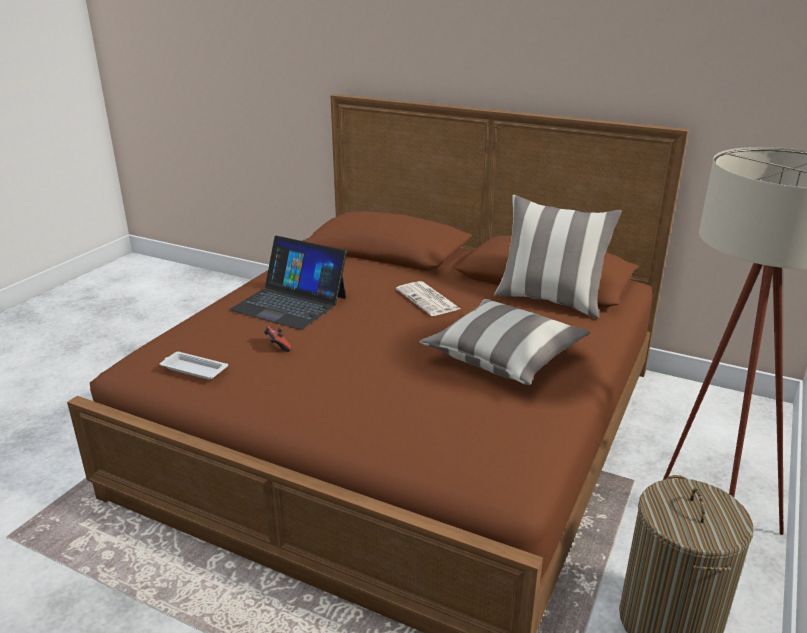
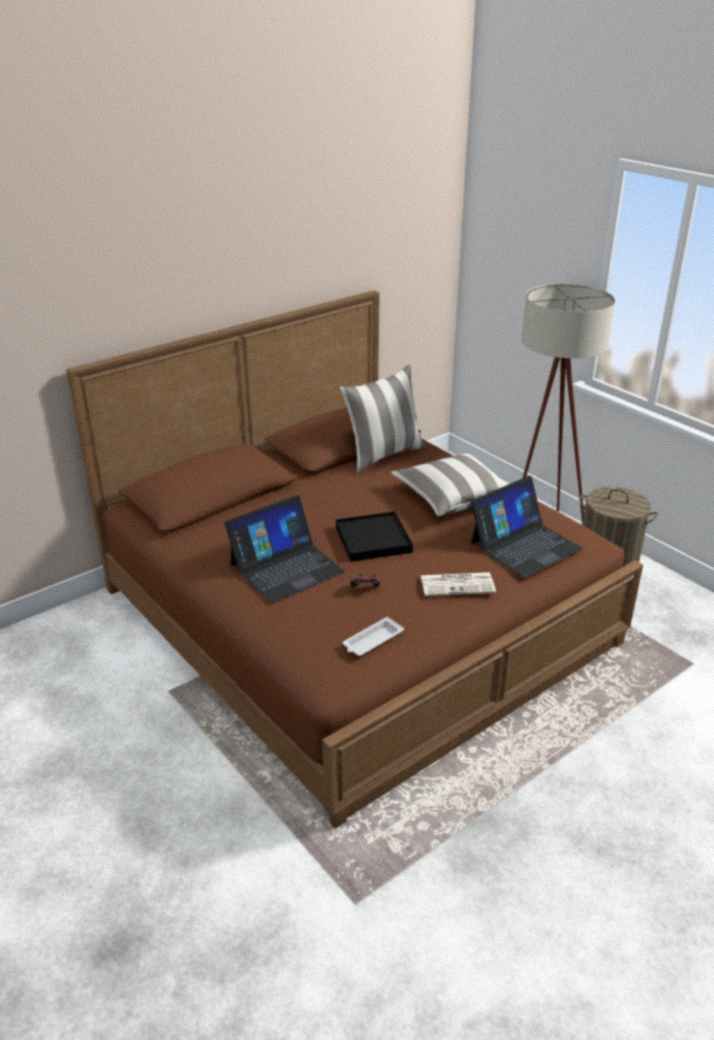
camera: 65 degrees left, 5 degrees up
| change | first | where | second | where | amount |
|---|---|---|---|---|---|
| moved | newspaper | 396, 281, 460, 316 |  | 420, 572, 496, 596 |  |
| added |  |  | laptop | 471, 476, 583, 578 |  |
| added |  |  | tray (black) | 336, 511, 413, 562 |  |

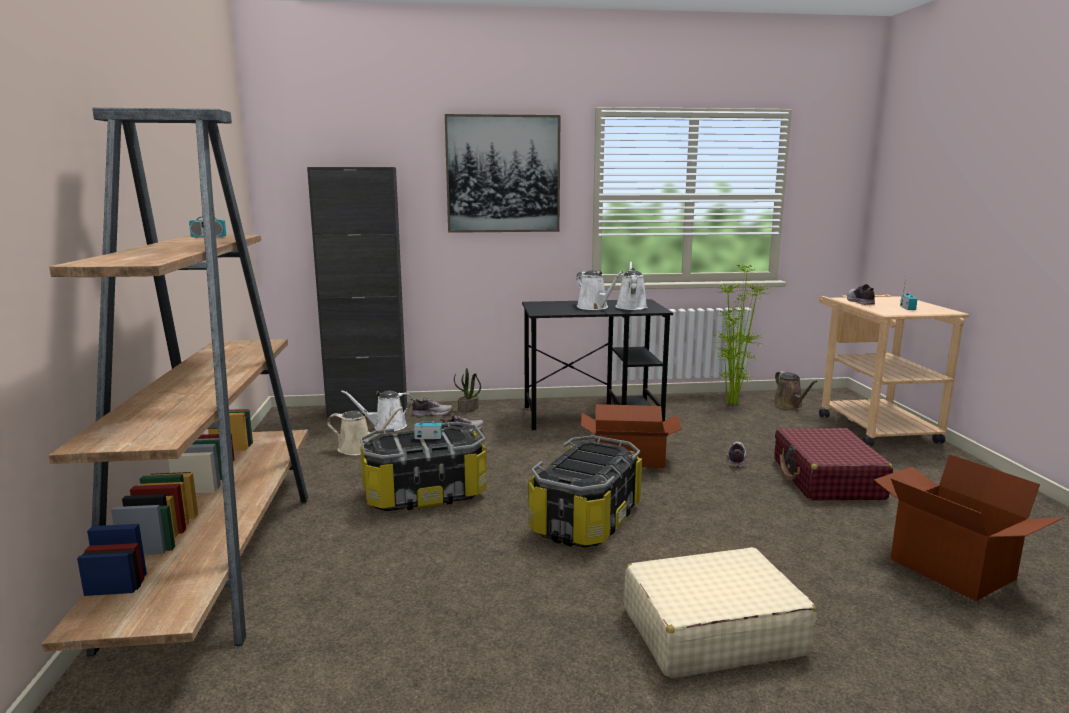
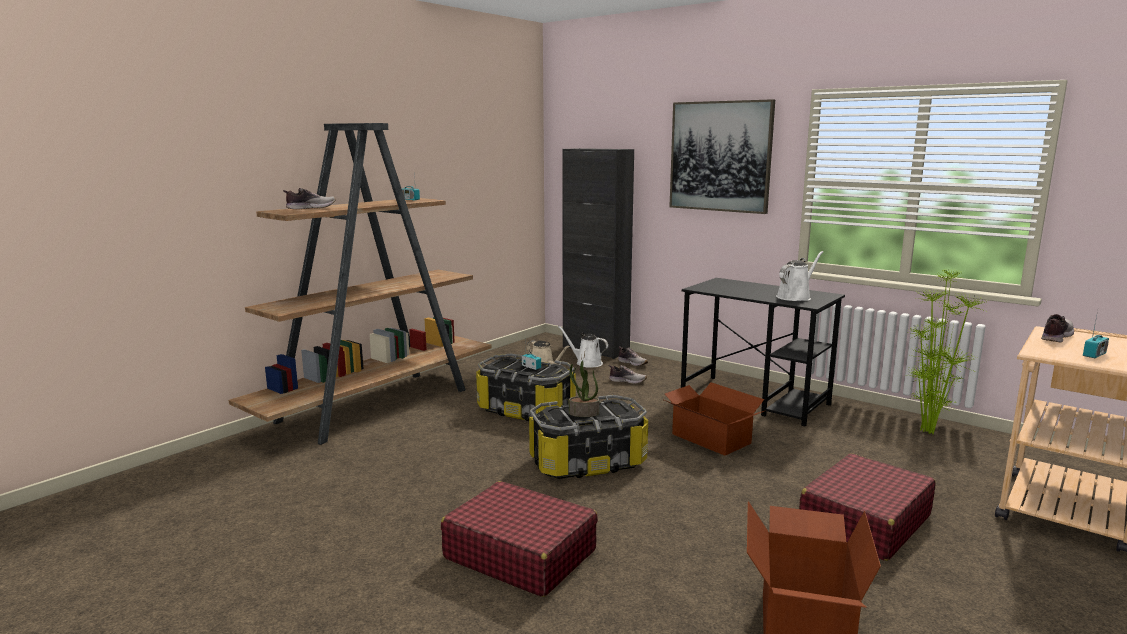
camera: 45 degrees right, 0 degrees up
| change | first | where | second | where | amount |
|---|---|---|---|---|---|
| removed | watering can (white) | 576, 270, 624, 310 |  |  |  |
| moved | potted plant | 454, 368, 481, 412 |  | 569, 360, 599, 417 |  |
| removed | watering can (brown) | 773, 371, 818, 410 |  |  |  |
| moved | shoe | 727, 442, 746, 468 |  | 283, 188, 335, 209 |  |
| recoloured | suitcase (beige) | 624, 547, 817, 678 | suitcase (red) | 441, 481, 598, 597 |  |

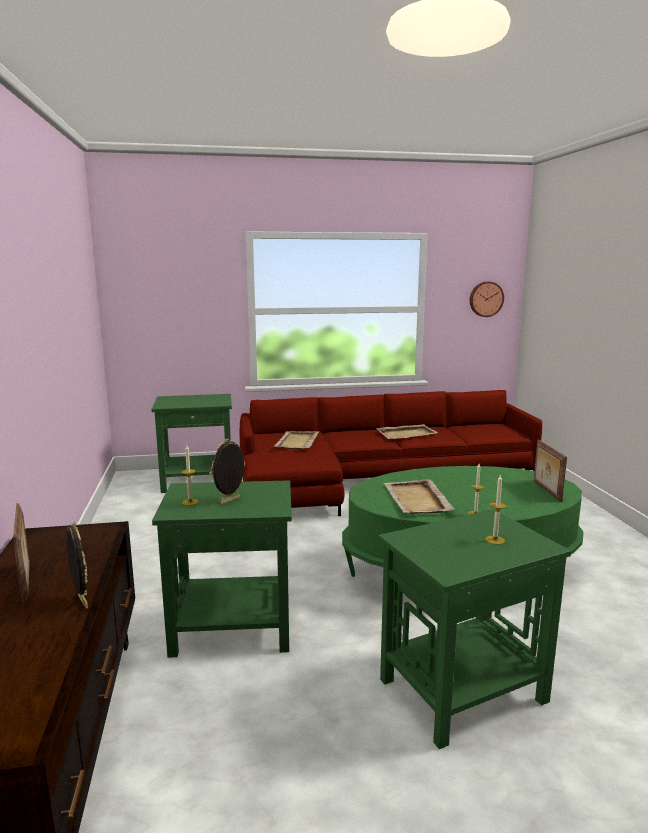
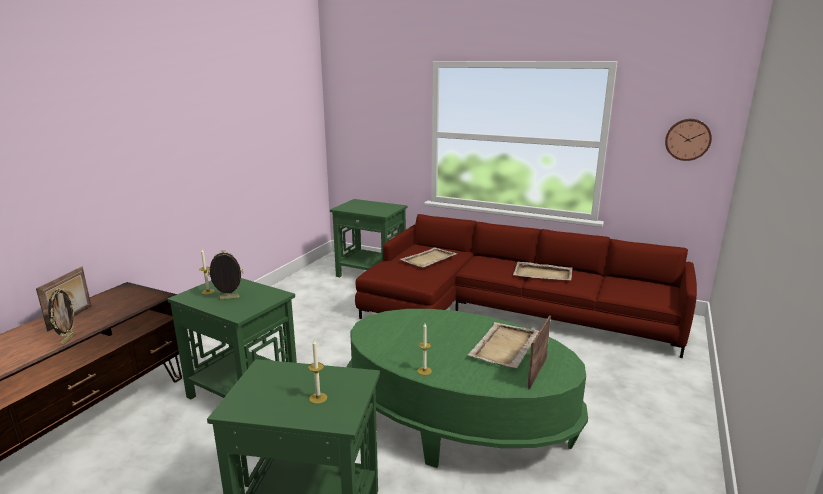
camera: 35 degrees right, 5 degrees up
| change | first | where | second | where | amount |
|---|---|---|---|---|---|
| moved | tray (beige) | 383, 479, 455, 514 |  | 468, 322, 539, 368 |  |

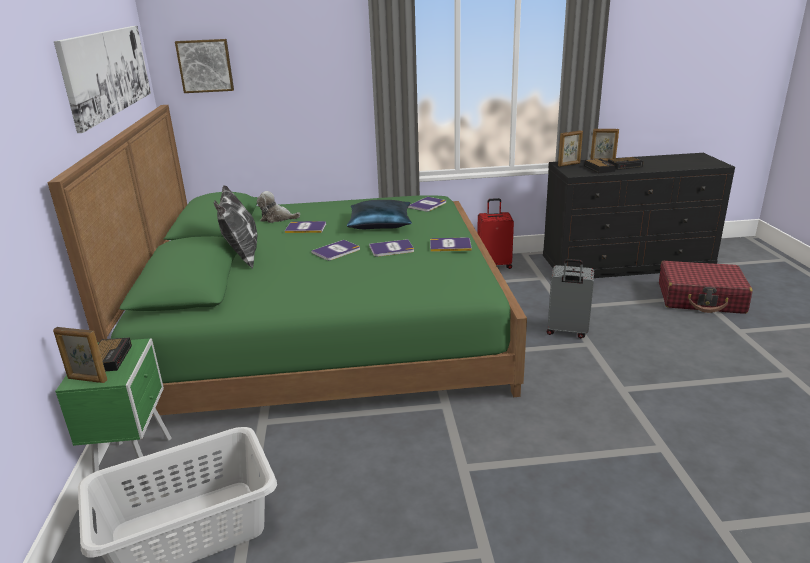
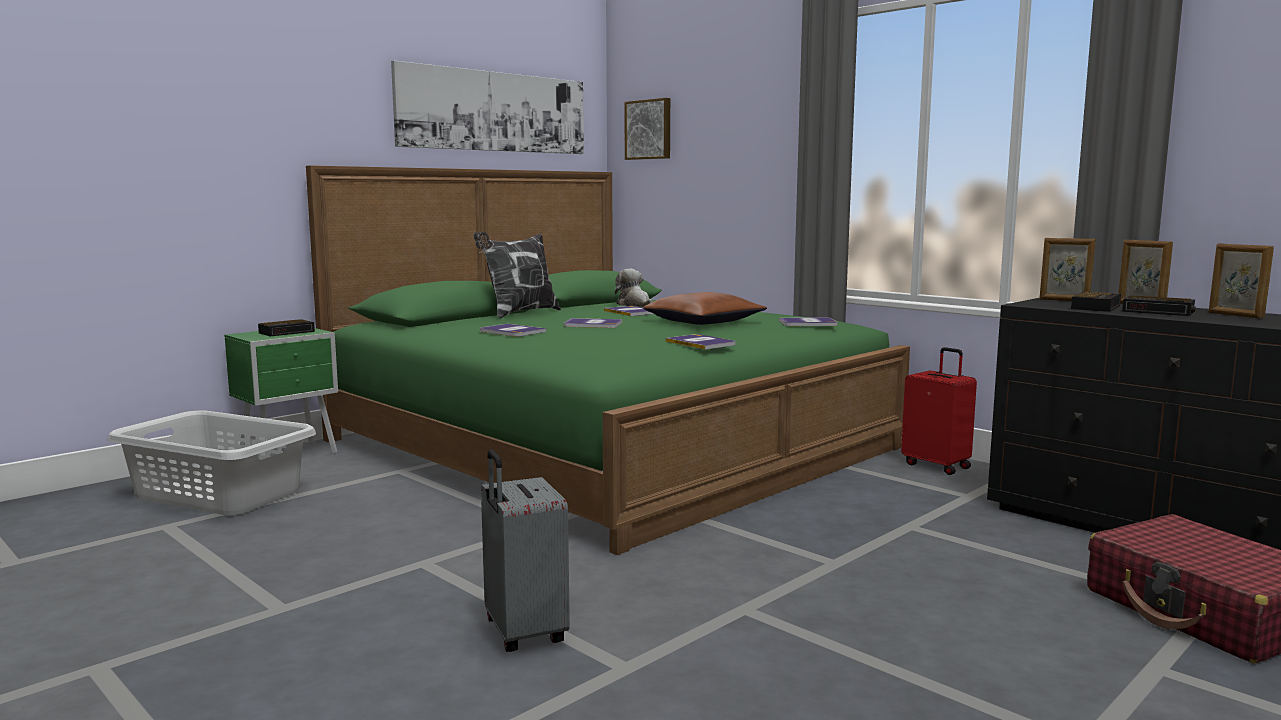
camera: 50 degrees right, 15 degrees down
| change | first | where | second | where | amount |
|---|---|---|---|---|---|
| recoloured | pillow (blue) | 347, 200, 412, 229 | pillow (brown) | 643, 292, 767, 325 |  |
| moved | book | 369, 239, 414, 257 |  | 480, 324, 546, 337 |  |
| moved | suitcase (grey) | 547, 259, 594, 338 |  | 481, 450, 570, 652 |  |
| moved | picture frame | 53, 327, 107, 383 |  | 1209, 243, 1274, 318 |  |

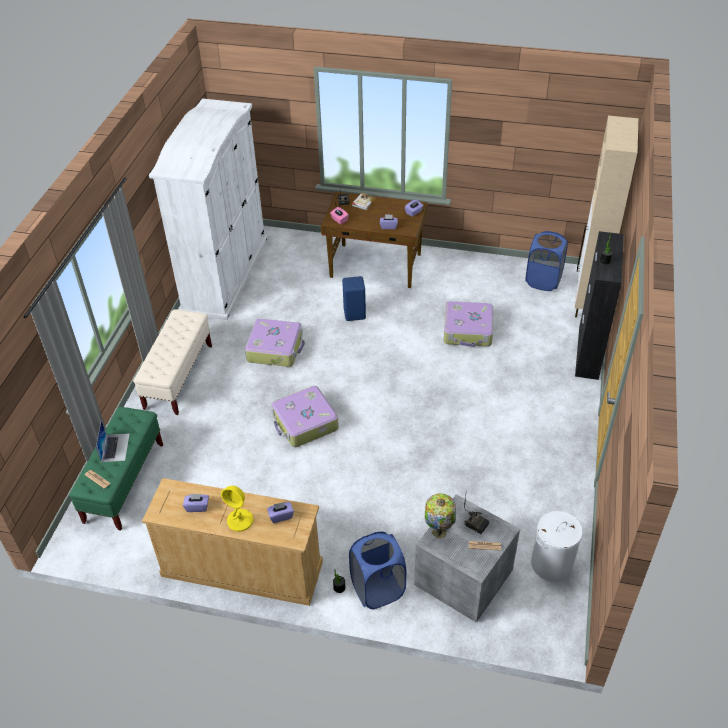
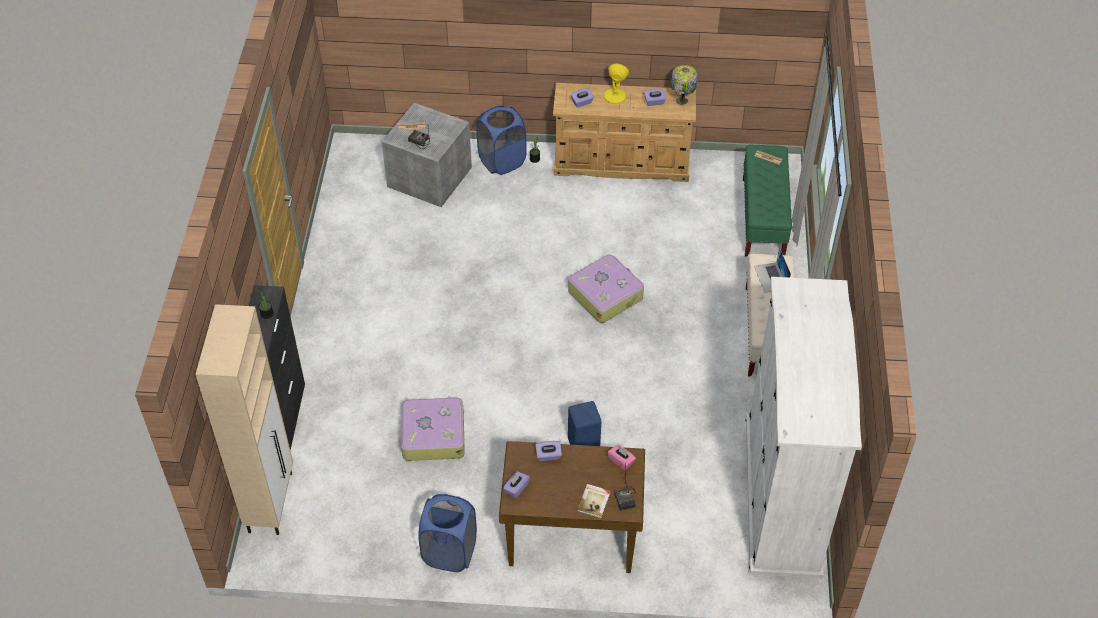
camera: 170 degrees right, 5 degrees up
| change | first | where | second | where | amount |
|---|---|---|---|---|---|
| moved | laundry basket (blue) | 526, 231, 568, 291 |  | 418, 494, 477, 572 |  |
| removed | suitcase | 245, 319, 305, 367 |  |  |  |
| moved | laptop | 96, 420, 130, 462 |  | 754, 247, 791, 293 |  |
| moved | table lamp | 425, 493, 456, 539 |  | 671, 65, 698, 105 |  |
| removed | laundry basket (white) | 531, 511, 583, 582 |  |  |  |

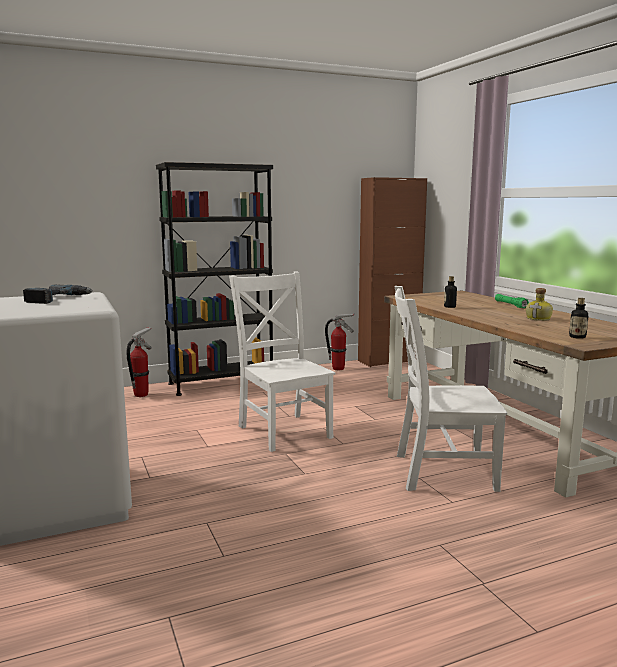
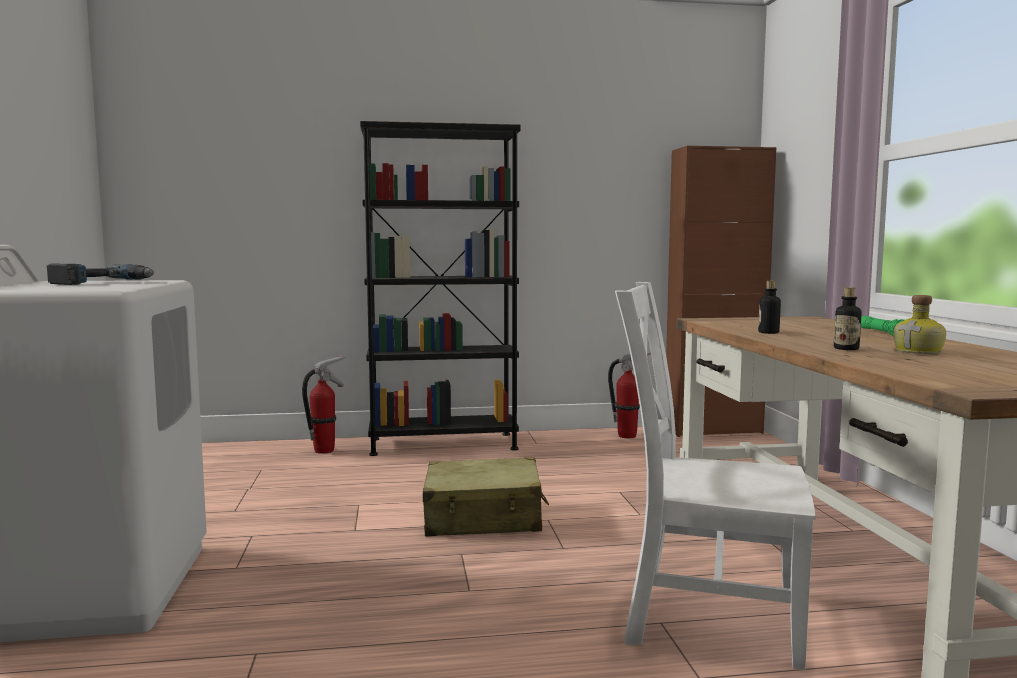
camera: 15 degrees right, 5 degrees down
| change | first | where | second | where | amount |
|---|---|---|---|---|---|
| replaced | chair (white) | 229, 272, 336, 452 | suitcase (beige) | 423, 457, 549, 537 |  |
| moved | bottle | 569, 298, 589, 339 |  | 834, 287, 862, 350 |  |

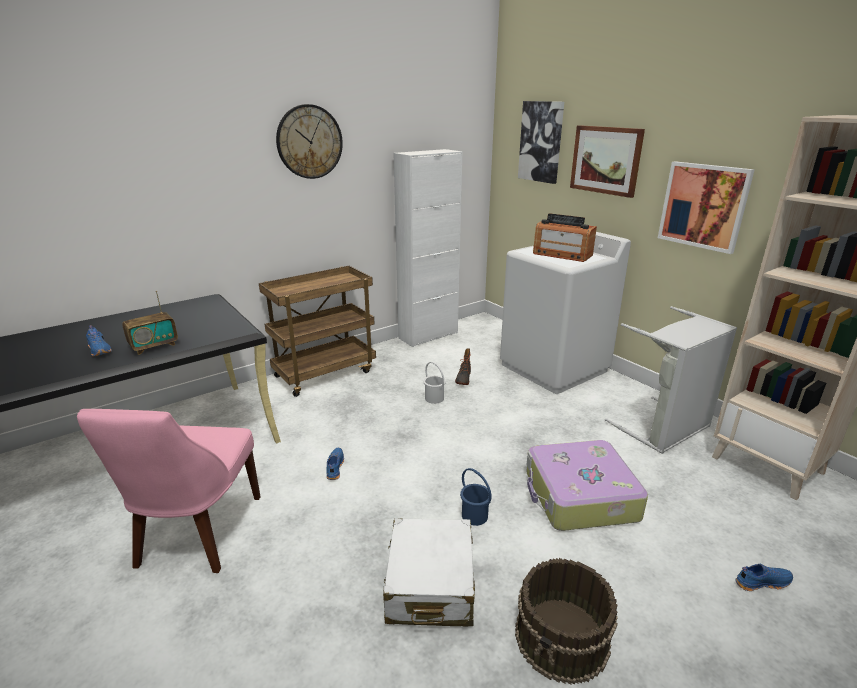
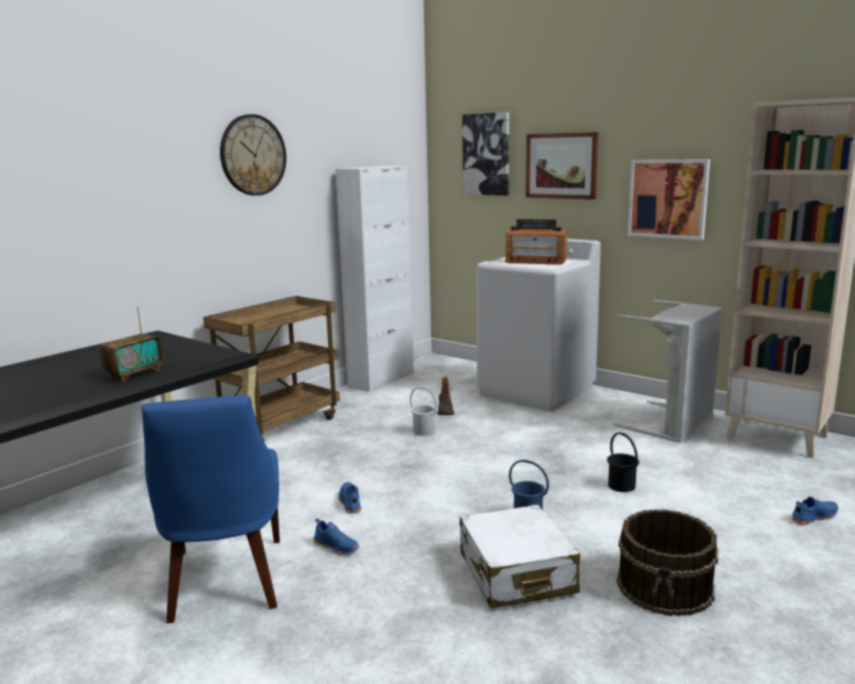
camera: 15 degrees left, 10 degrees down
| change | first | where | second | where | amount |
|---|---|---|---|---|---|
| moved | shoe (blue) | 86, 325, 112, 357 |  | 314, 518, 359, 555 |  |
| recoloured | chair (pink) | 77, 409, 261, 573 | chair (blue) | 142, 395, 280, 623 |  |
| replaced | suitcase | 526, 440, 648, 531 | bucket (black) | 607, 432, 639, 492 |  |

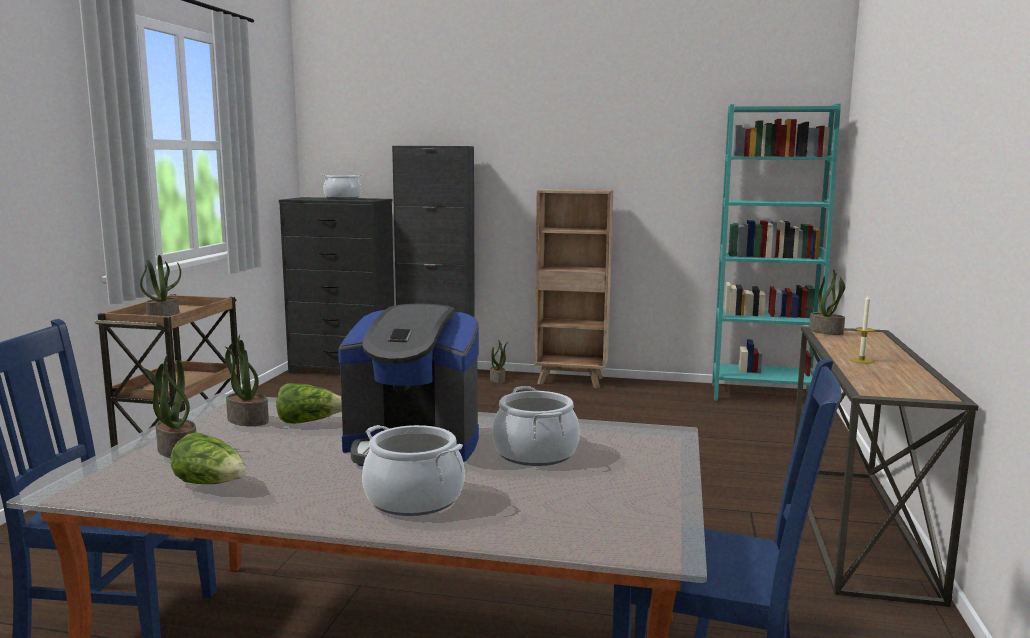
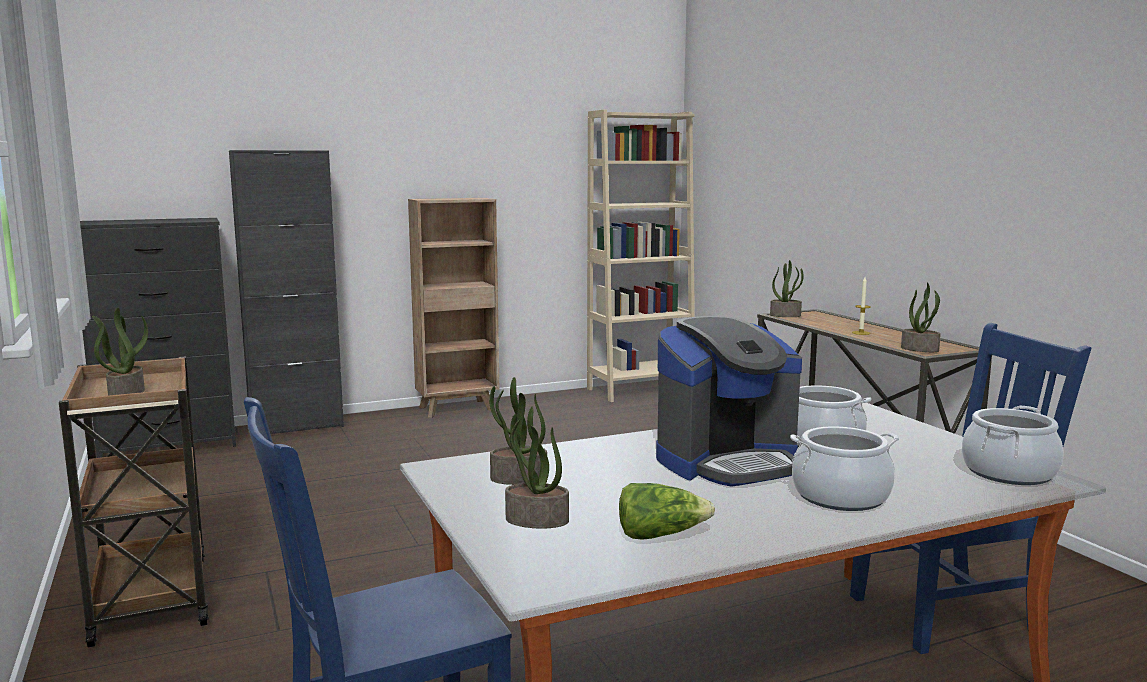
camera: 35 degrees left, 0 degrees up
| change | first | where | second | where | amount |
|---|---|---|---|---|---|
| recoloured | bookcase (turquoise) | 712, 104, 841, 401 | bookcase (beige) | 587, 110, 695, 402 |  |
| moved | cooking pot | 321, 174, 362, 200 |  | 962, 405, 1064, 485 |  |
| moved | potted plant | 490, 339, 508, 383 |  | 901, 282, 941, 352 |  |
| removed | lettuce | 276, 383, 342, 424 |  |  |  |

